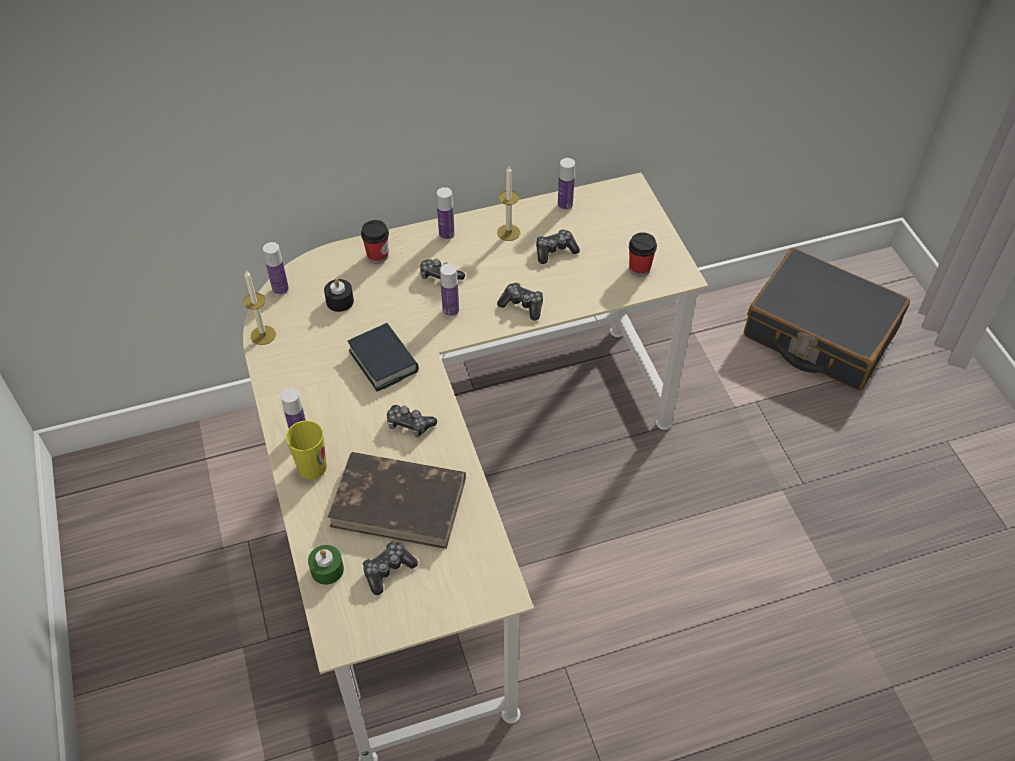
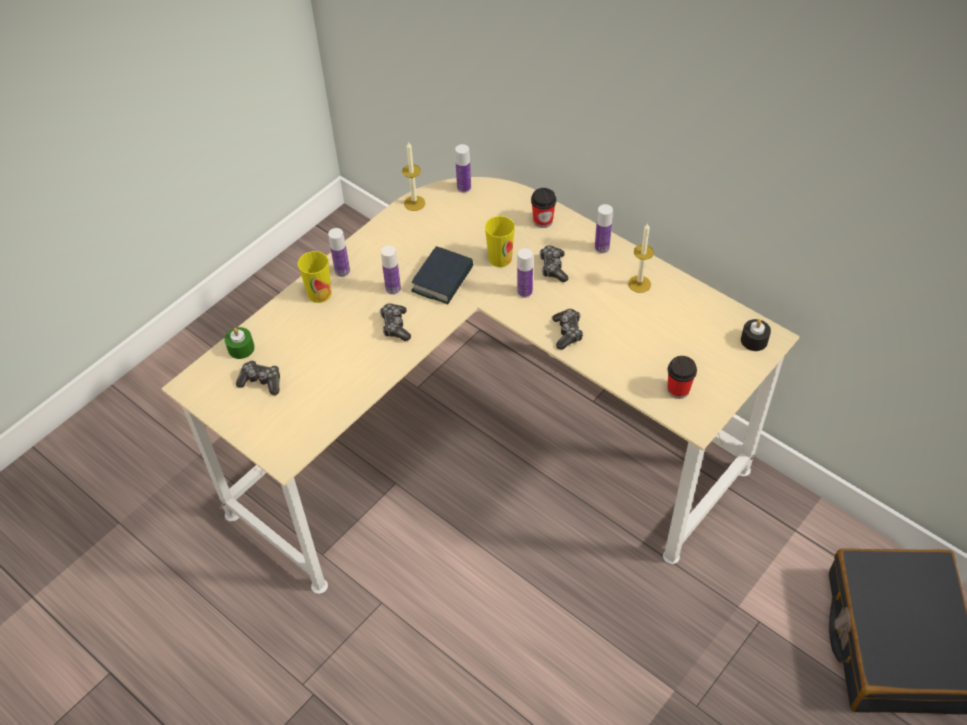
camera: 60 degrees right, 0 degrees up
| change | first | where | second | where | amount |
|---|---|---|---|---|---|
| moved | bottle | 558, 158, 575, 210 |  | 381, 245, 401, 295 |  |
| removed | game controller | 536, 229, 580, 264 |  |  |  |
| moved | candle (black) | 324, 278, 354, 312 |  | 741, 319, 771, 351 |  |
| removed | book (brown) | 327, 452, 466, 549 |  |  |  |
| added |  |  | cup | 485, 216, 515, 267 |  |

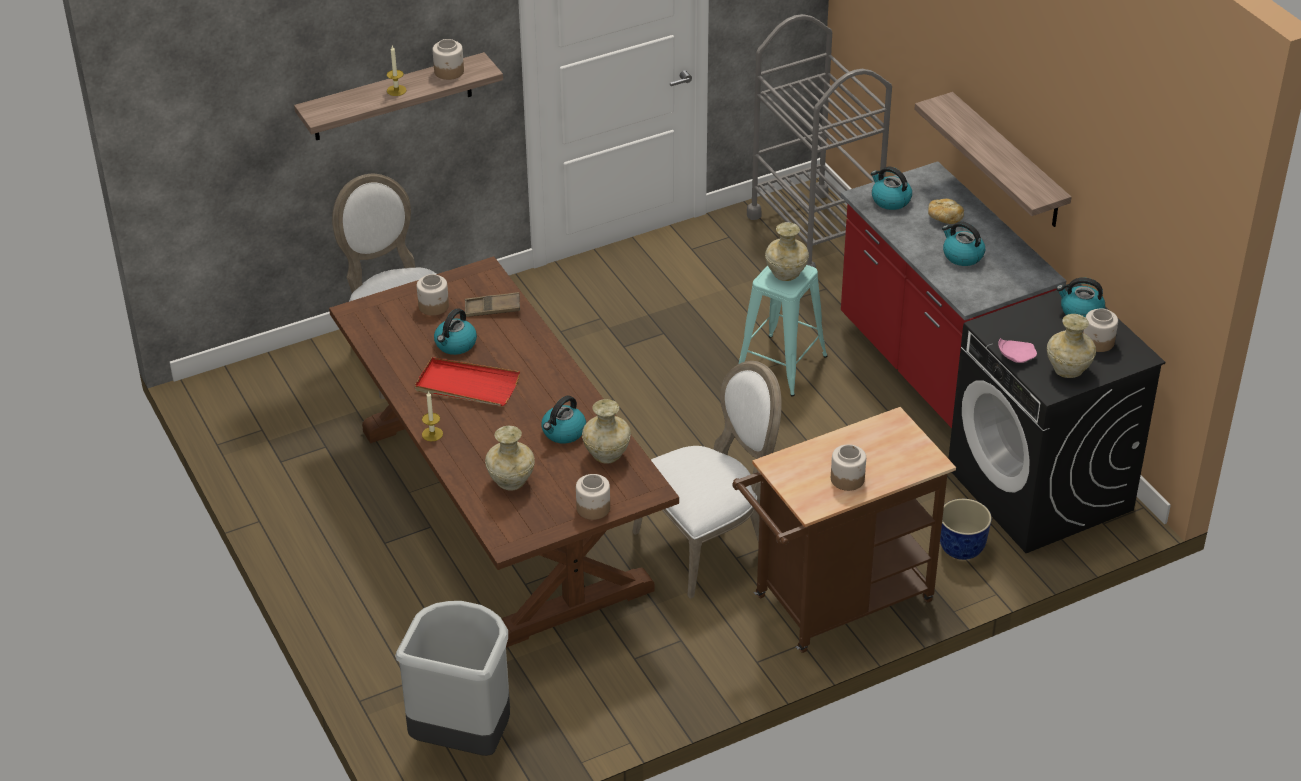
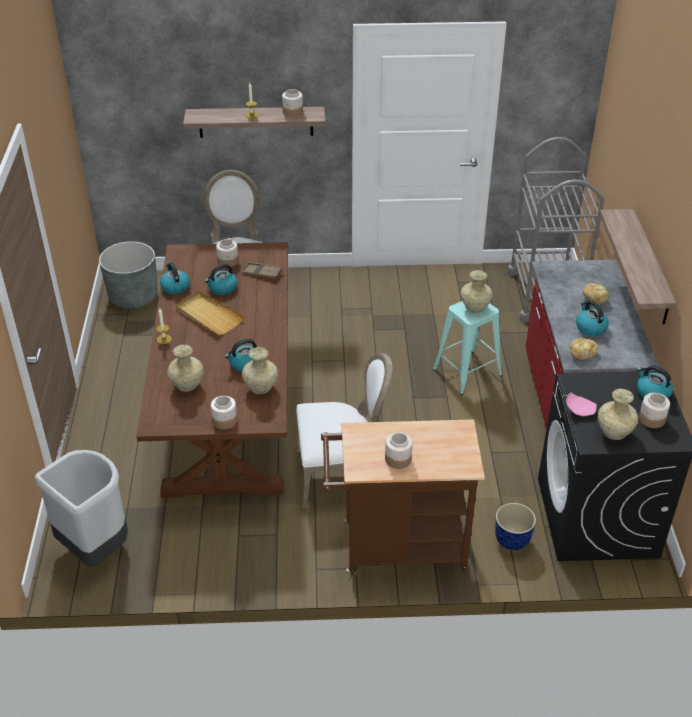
camera: 25 degrees right, 0 degrees up
| change | first | where | second | where | amount |
|---|---|---|---|---|---|
| moved | kettle | 871, 167, 912, 210 |  | 160, 262, 190, 294 |  |
| recoloured | tray (red) | 415, 357, 520, 406 | tray (beige) | 175, 291, 245, 335 |  |
| added |  |  | planter (grey) | 99, 241, 158, 309 |  |
| added |  |  | bread | 570, 338, 598, 360 |  |

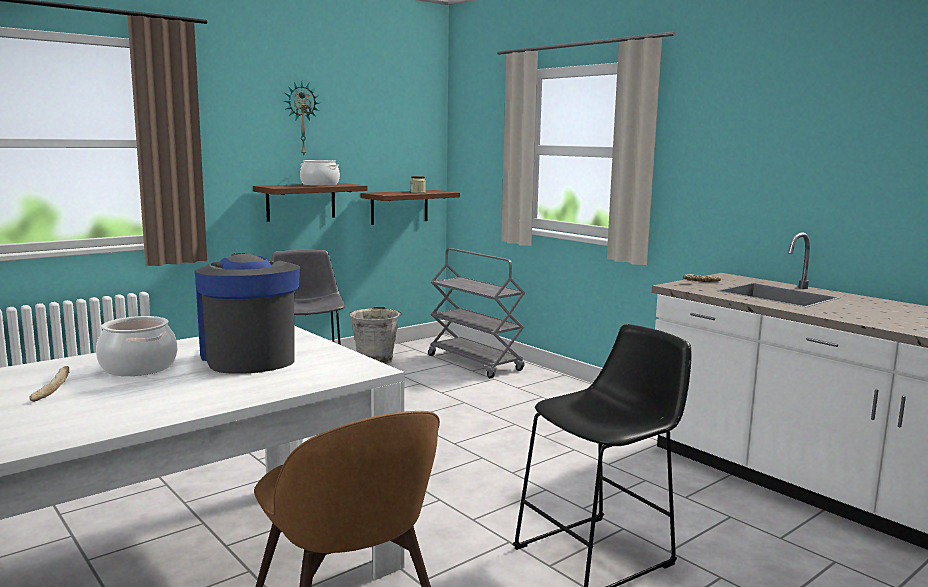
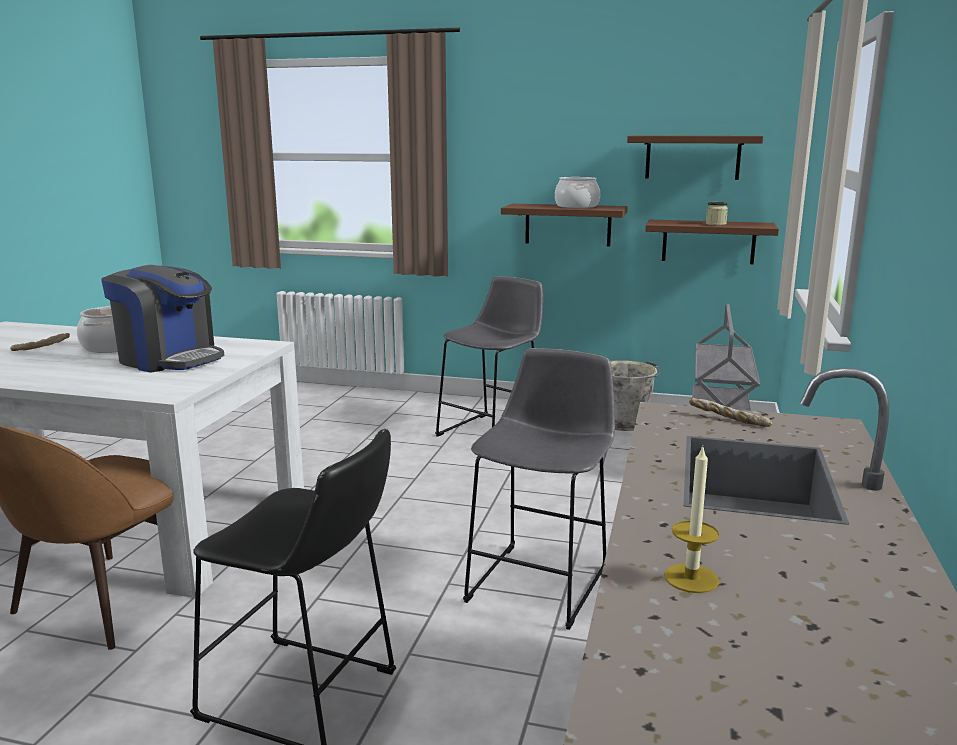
camera: 55 degrees right, 5 degrees up
| change | first | where | second | where | amount |
|---|---|---|---|---|---|
| removed | wall clock | 284, 82, 320, 155 |  |  |  |
| turned | coffee machine | 195, 253, 300, 374 |  | 101, 265, 224, 373 | 90 degrees clockwise |
| added |  |  | shelf (brown) | 627, 135, 763, 180 |  |
| added |  |  | stool (grey) | 463, 348, 615, 630 |  |
| added |  |  | candle | 664, 445, 719, 593 |  |

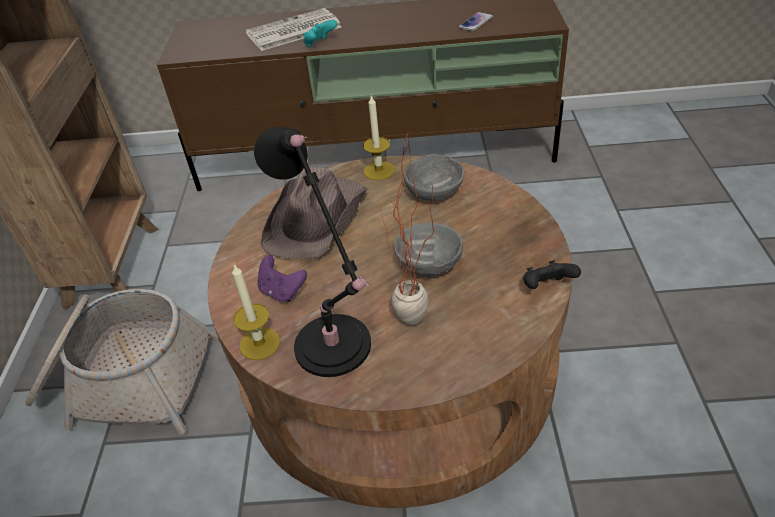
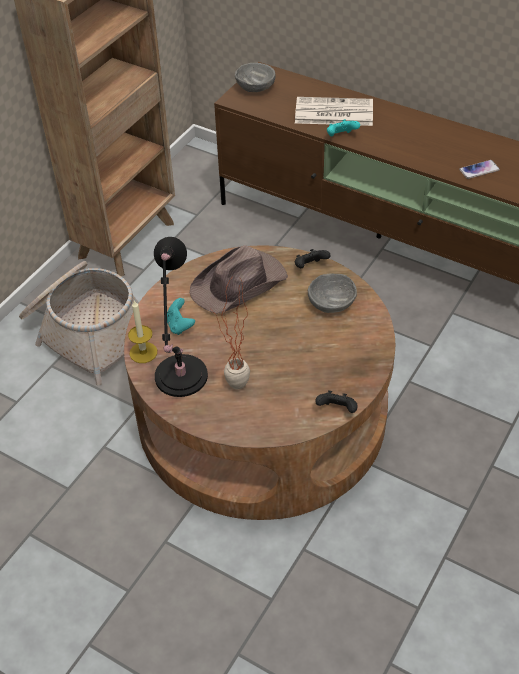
camera: 30 degrees right, 5 degrees up
| change | first | where | second | where | amount |
|---|---|---|---|---|---|
| replaced | candle | 363, 96, 395, 180 | game controller (black) | 295, 249, 330, 268 |  |
| moved | bowl (grey) | 394, 223, 463, 277 |  | 235, 63, 276, 92 |  |
| recoloured | game controller (purple) | 258, 255, 307, 302 | game controller (turquoise) | 167, 298, 195, 335 |  |

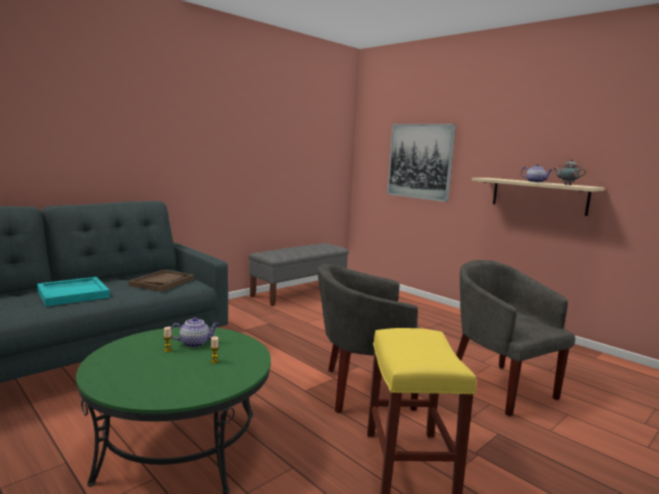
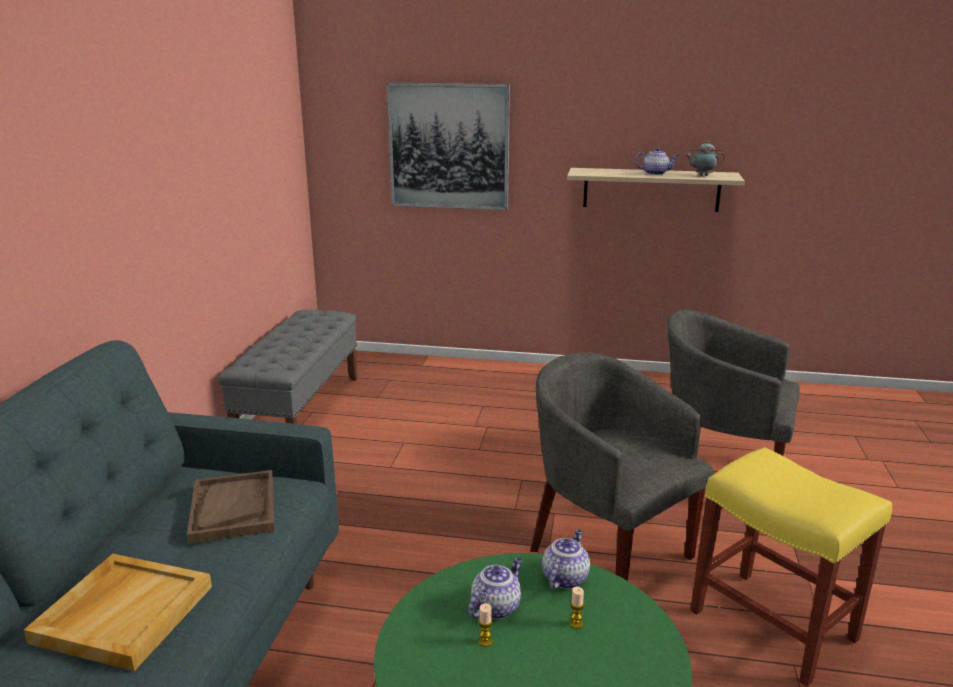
camera: 35 degrees left, 10 degrees up
| change | first | where | second | where | amount |
|---|---|---|---|---|---|
| turned | armchair (grey) | 317, 264, 419, 413 |  | 530, 352, 713, 581 | 90 degrees clockwise |
| recoloured | tray (turquoise) | 37, 277, 110, 306 | tray (beige) | 24, 554, 212, 671 |  |
| added |  |  | teapot | 542, 529, 590, 589 |  |

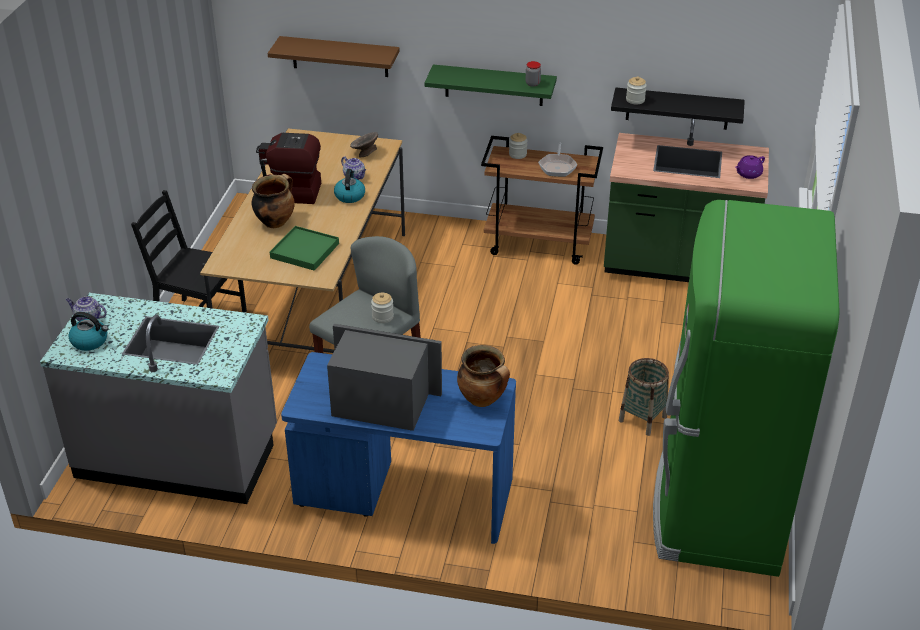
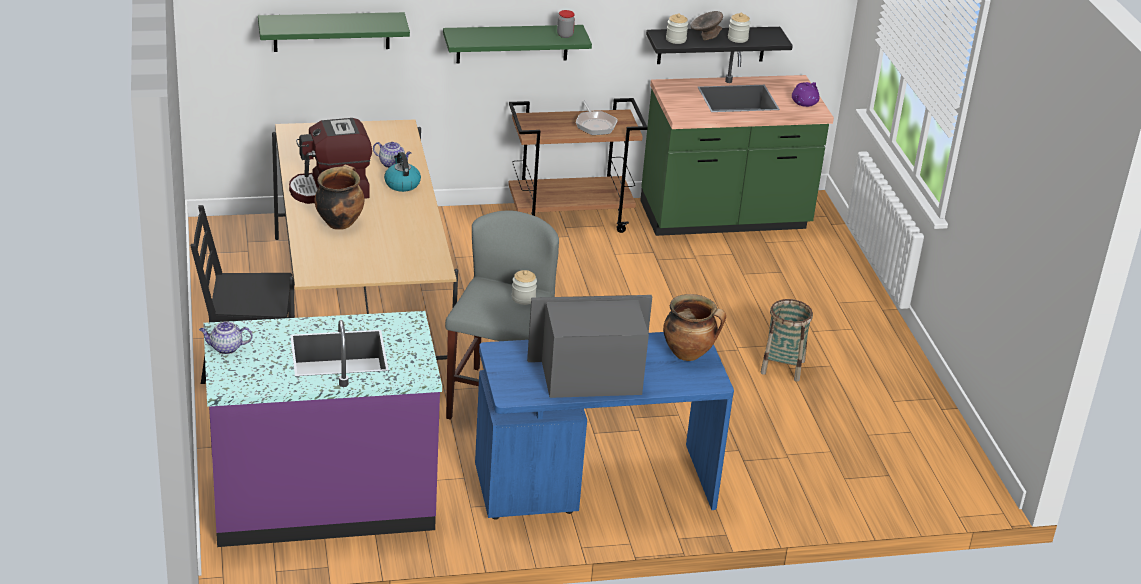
camera: 25 degrees left, 5 degrees down
| change | first | where | second | where | amount |
|---|---|---|---|---|---|
| recoloured | shelf (brown) | 268, 36, 400, 77 | shelf (green) | 258, 12, 410, 52 |  |
| moved | bowl (grey) | 350, 132, 378, 157 |  | 691, 11, 723, 40 |  |
| moved | jar | 509, 133, 528, 159 |  | 728, 13, 751, 43 |  |
| removed | fridge (green) | 653, 200, 839, 577 |  |  |  |
| removed | tray (green) | 270, 226, 339, 271 |  |  |  |
| recoloured | counter (grey) | 40, 293, 277, 504 | counter (purple) | 203, 311, 442, 547 |  |
| removed | kettle | 69, 312, 109, 351 |  |  |  |

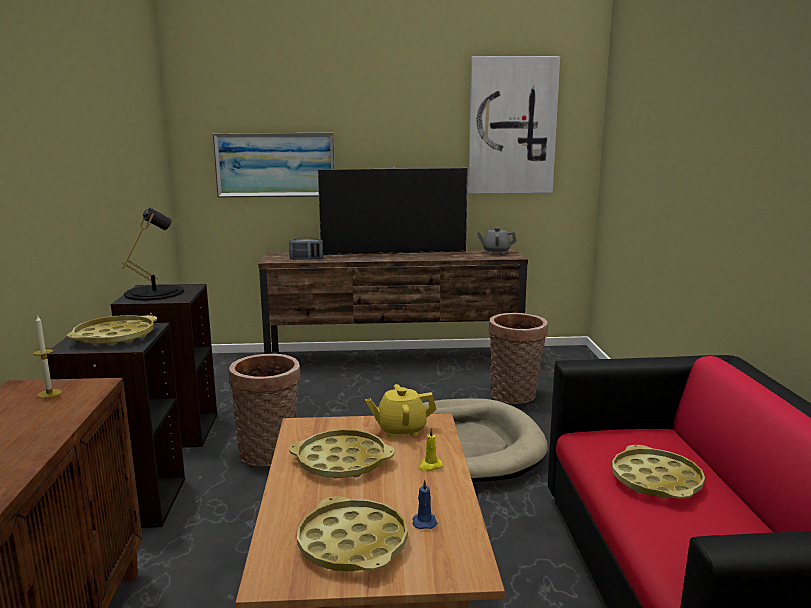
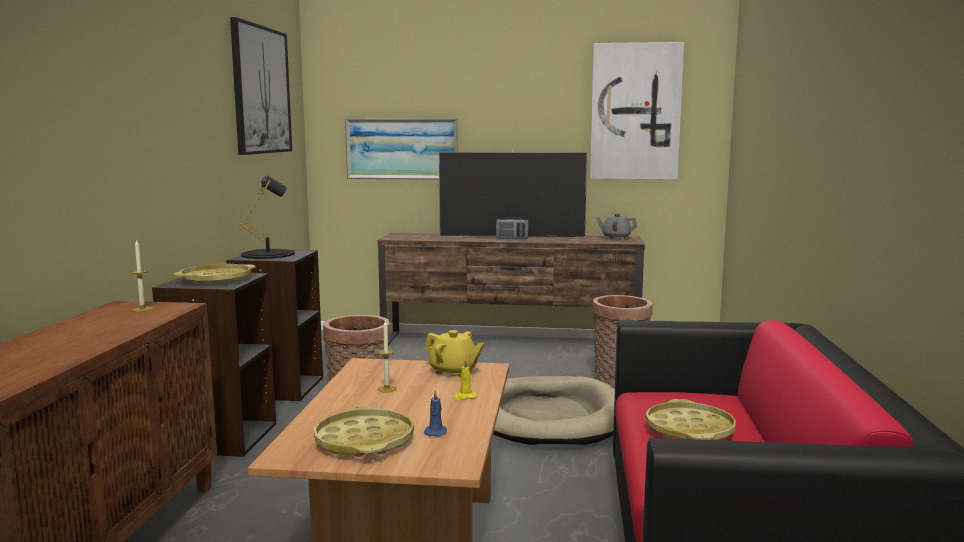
camera: 10 degrees right, 5 degrees down
| change | first | where | second | where | amount |
|---|---|---|---|---|---|
| moved | radio | 289, 237, 323, 259 |  | 496, 217, 529, 239 |  |
| turned | teapot (yellow) | 365, 384, 437, 438 |  | 425, 330, 484, 378 | 150 degrees counterclockwise |
| replaced | tray (yellow) | 289, 429, 394, 479 | candle | 377, 320, 397, 393 |  |
| added |  |  | picture | 230, 17, 292, 155 |  |

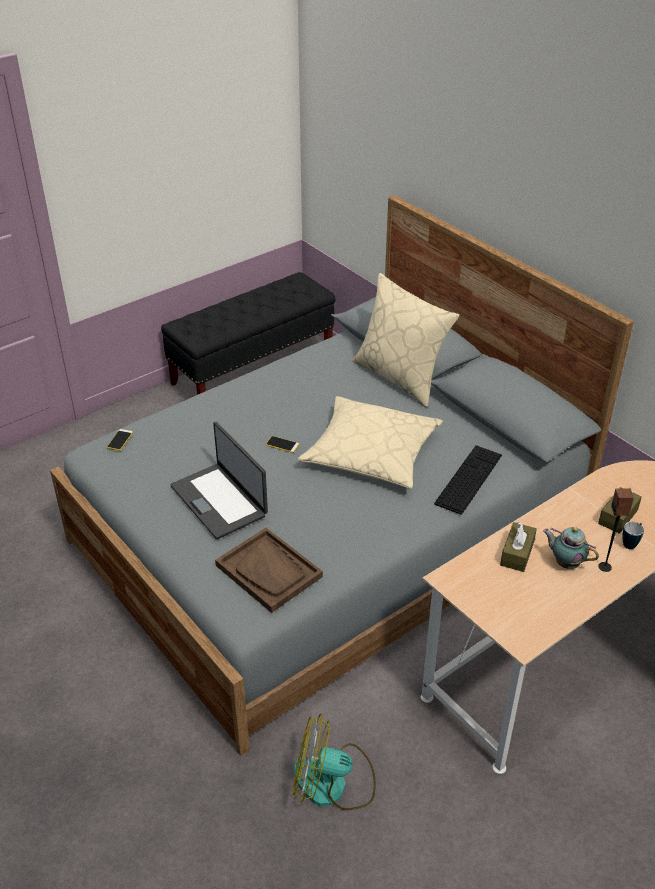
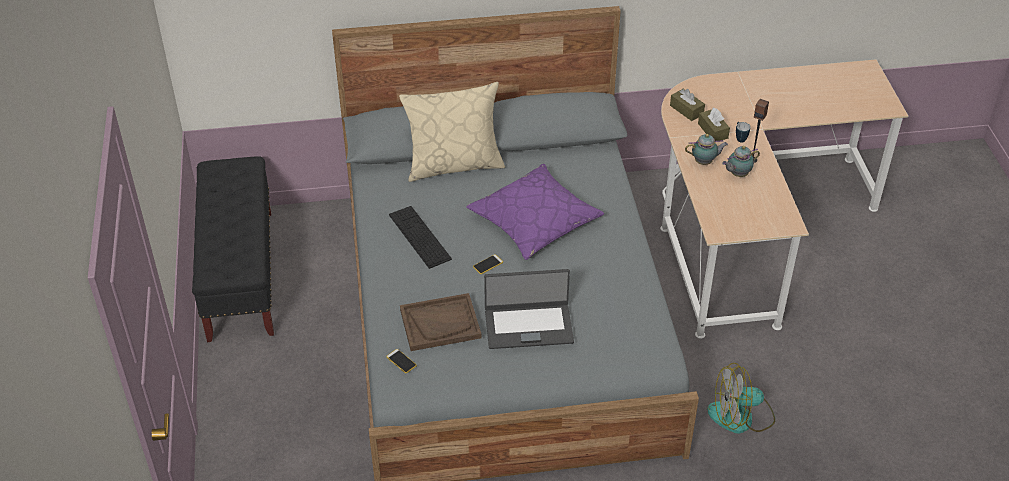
camera: 60 degrees left, 5 degrees up
| change | first | where | second | where | amount |
|---|---|---|---|---|---|
| recoloured | pillow (beige) | 298, 396, 443, 489 | pillow (purple) | 466, 164, 604, 260 |  |
| moved | keyboard | 434, 445, 502, 515 |  | 389, 206, 452, 269 |  |
| moved | tissue box (brown) | 500, 522, 537, 572 |  | 670, 89, 705, 121 |  |
| moved | tray (brown) | 215, 528, 323, 613 |  | 400, 293, 482, 351 |  |
| turned | fan | 293, 713, 376, 810 |  | 707, 363, 775, 434 | 45 degrees clockwise |
| added |  |  | teapot | 685, 134, 728, 165 |  |

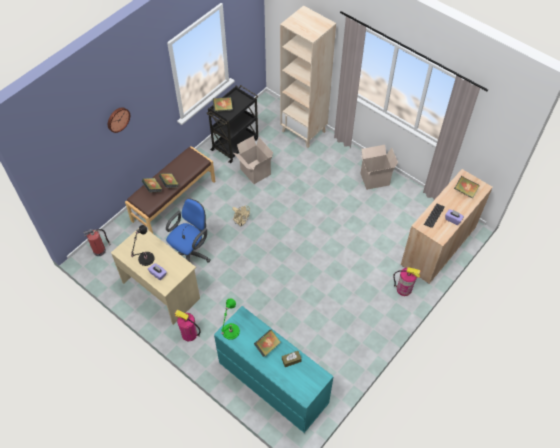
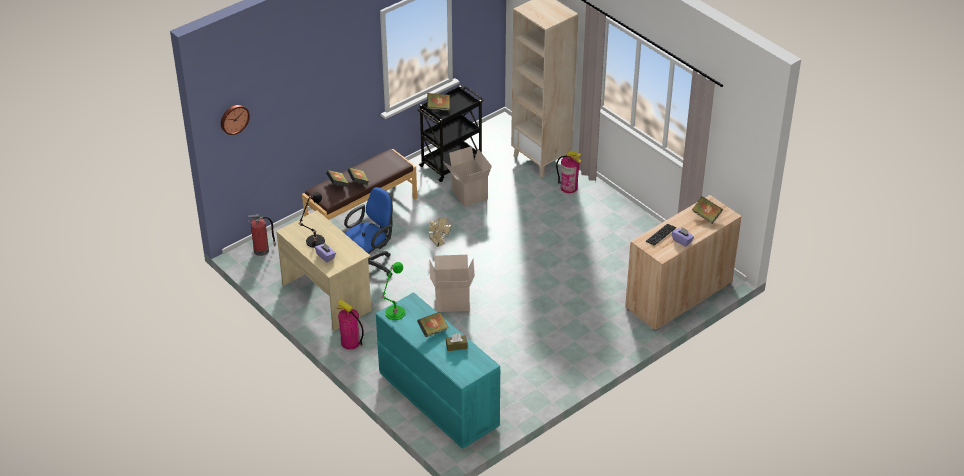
camera: 10 degrees right, 15 degrees down
| change | first | where | second | where | amount |
|---|---|---|---|---|---|
| moved | wall clock | 108, 107, 130, 133 |  | 221, 105, 250, 135 |  |
| moved | cardboard box | 360, 145, 398, 190 |  | 429, 255, 475, 312 |  |
| moved | fire extinguisher | 393, 267, 421, 296 |  | 556, 151, 582, 193 |  |

